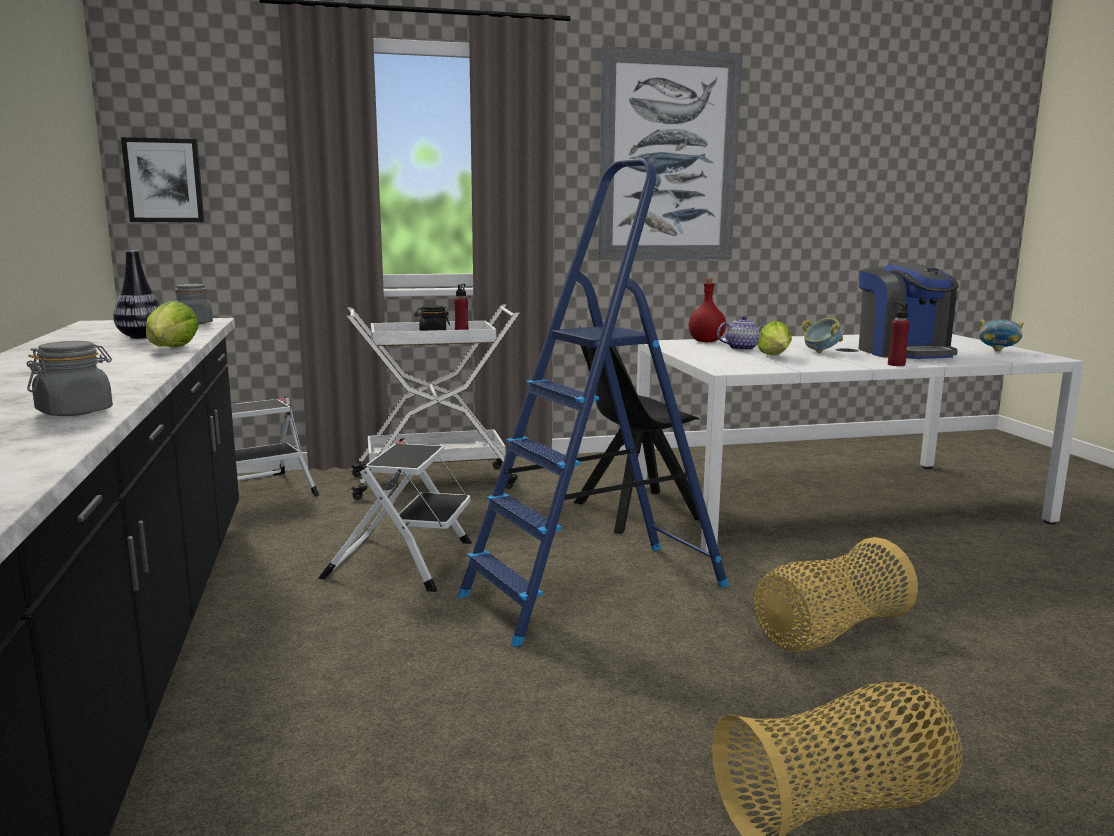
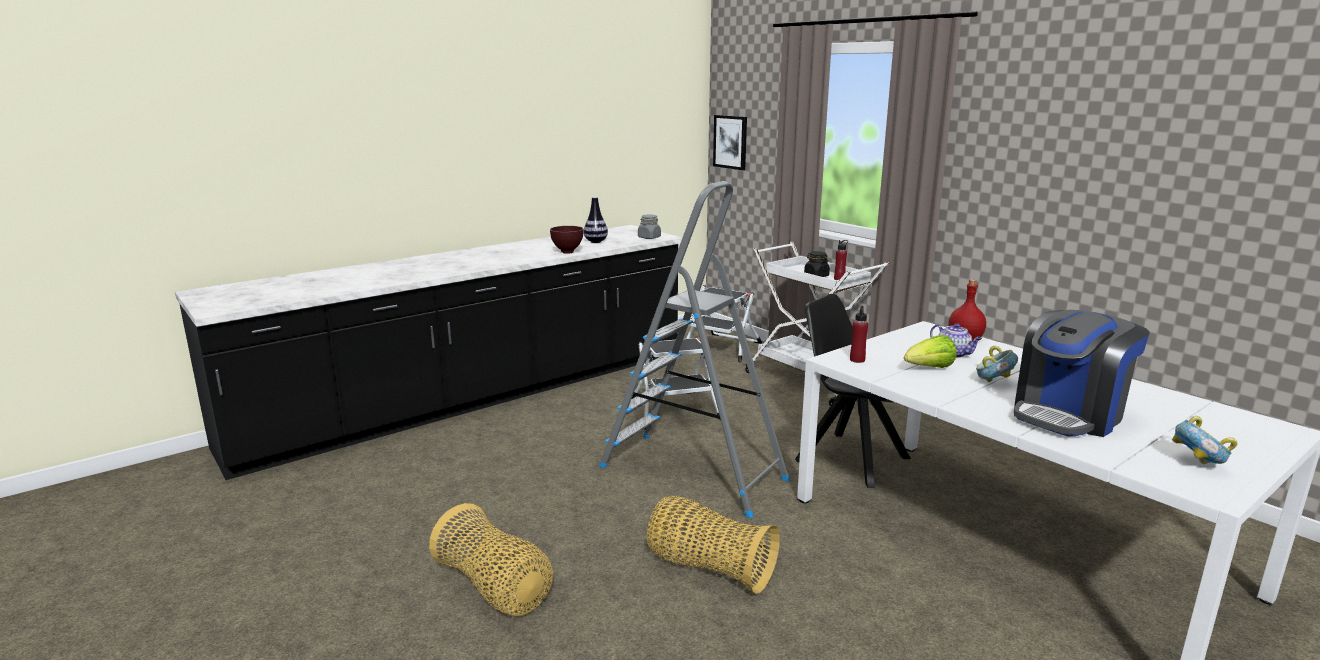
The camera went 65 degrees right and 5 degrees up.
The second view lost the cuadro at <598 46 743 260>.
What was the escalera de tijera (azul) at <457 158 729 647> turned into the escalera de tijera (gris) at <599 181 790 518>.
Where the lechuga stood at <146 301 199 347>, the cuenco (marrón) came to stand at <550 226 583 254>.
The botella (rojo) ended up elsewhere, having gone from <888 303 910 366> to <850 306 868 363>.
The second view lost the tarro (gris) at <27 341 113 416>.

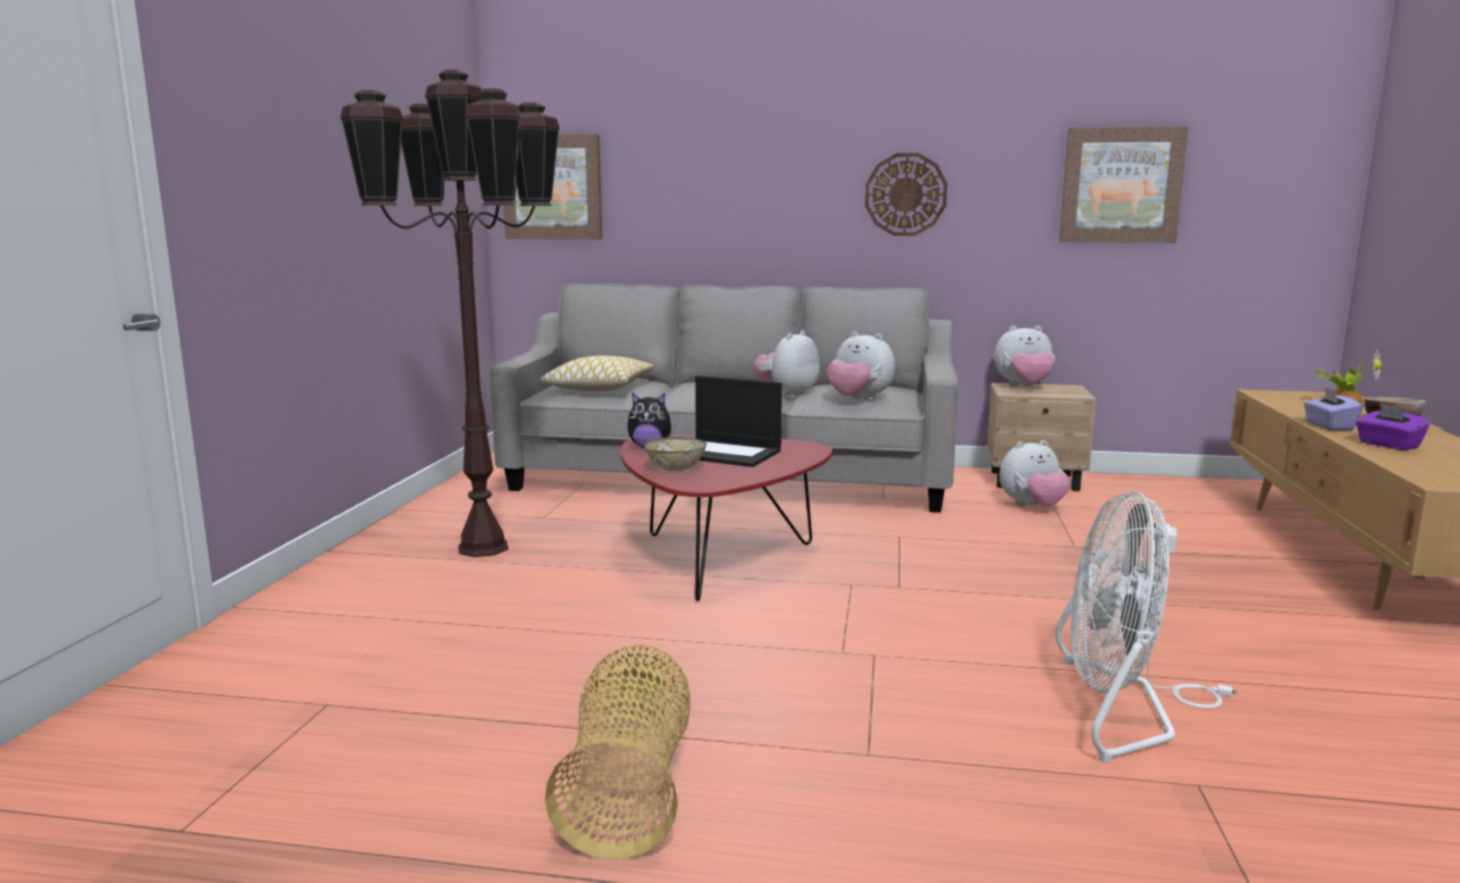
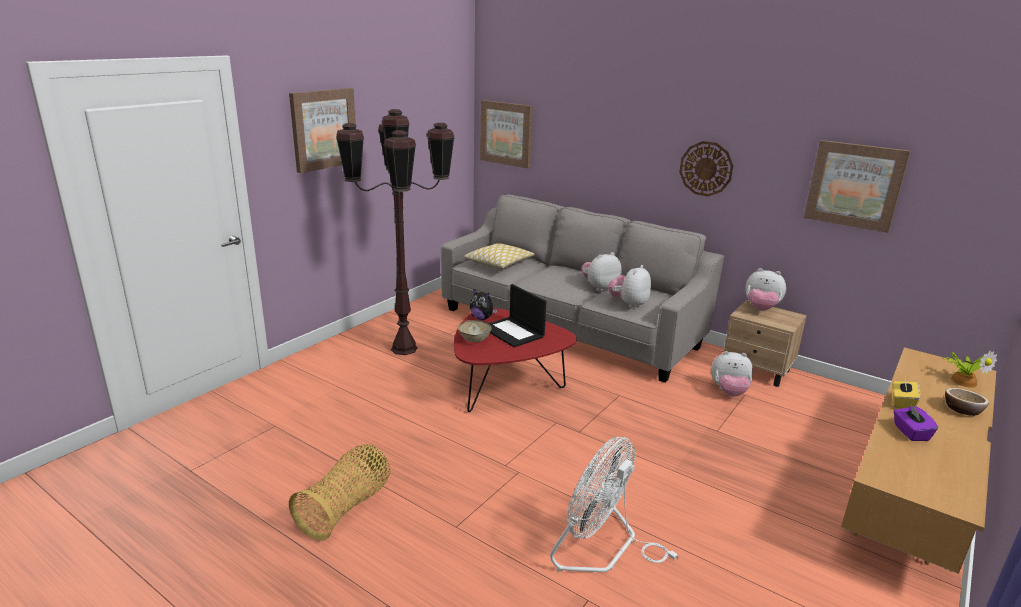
The camera went 25 degrees right and 10 degrees up.
The peluche at <827 332 895 400> ended up facing another way, 60 degrees clockwise from before.
What was the caja de pañuelos (morado) at <1304 387 1363 430> turned into the caja de pañuelos (amarillo) at <893 376 920 409>.
The second view gained the cuadro at <289 88 356 173>.

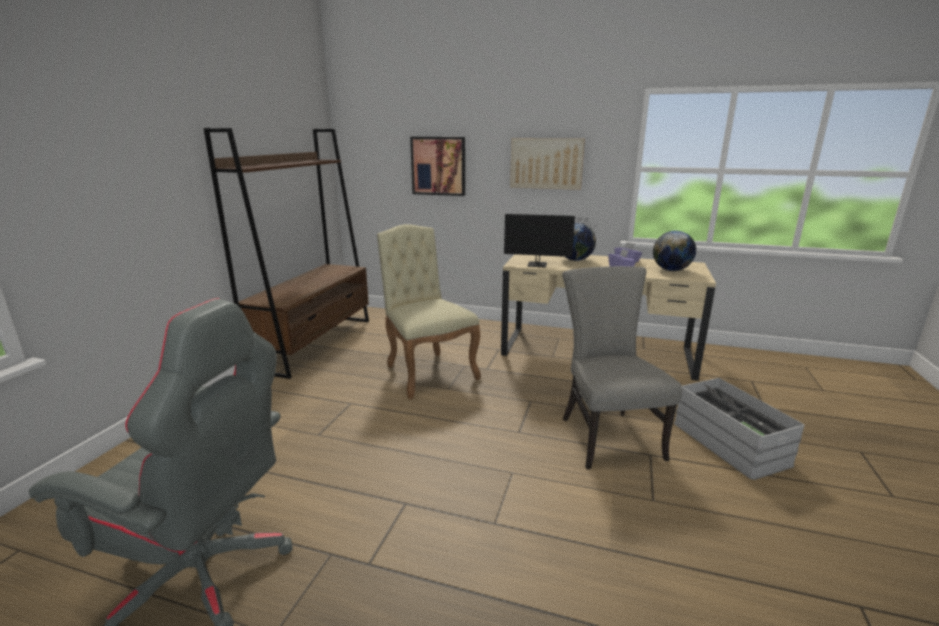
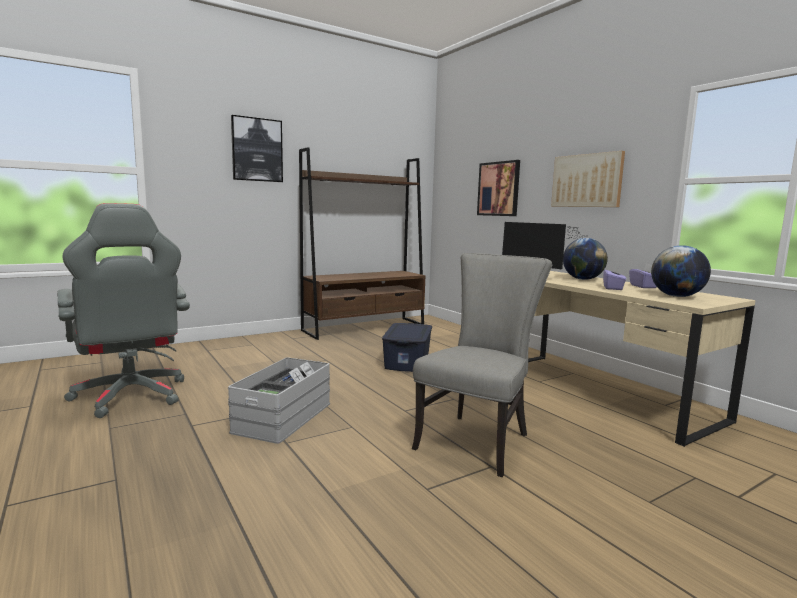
The camera went 40 degrees right and 10 degrees down.
Where the silla (beis) stood at <377 224 481 399>, the caja de almacenaje (azul) came to stand at <382 323 432 372>.
The caja de almacenaje (gris) ended up elsewhere, having gone from <674 378 804 480> to <228 357 330 444>.
The second view gained the cuadro at <231 115 283 182>.

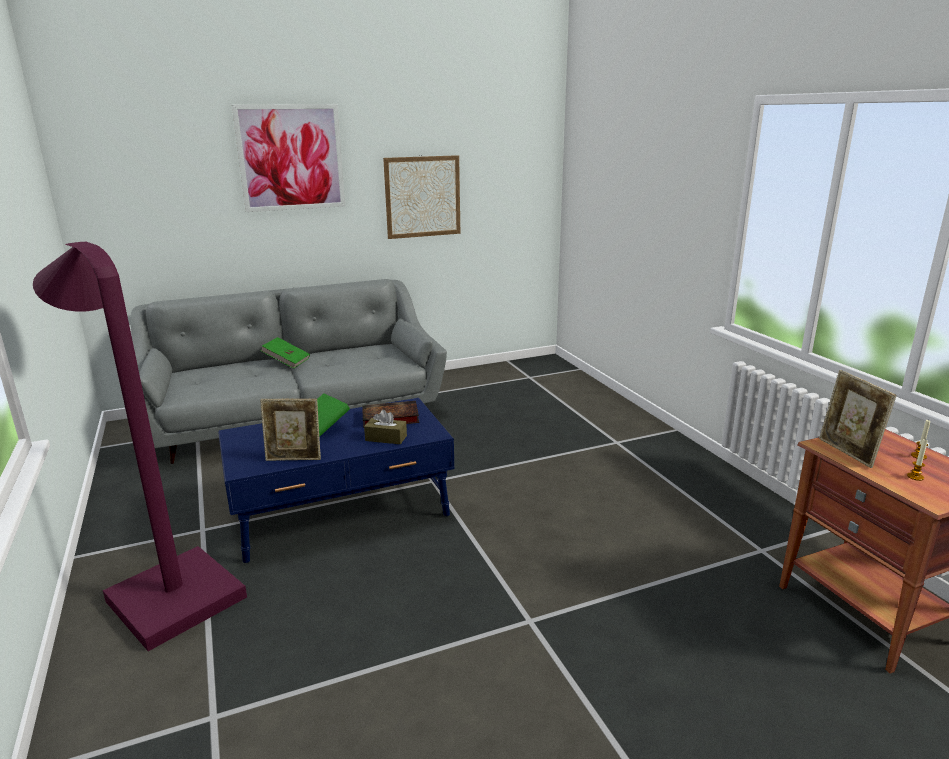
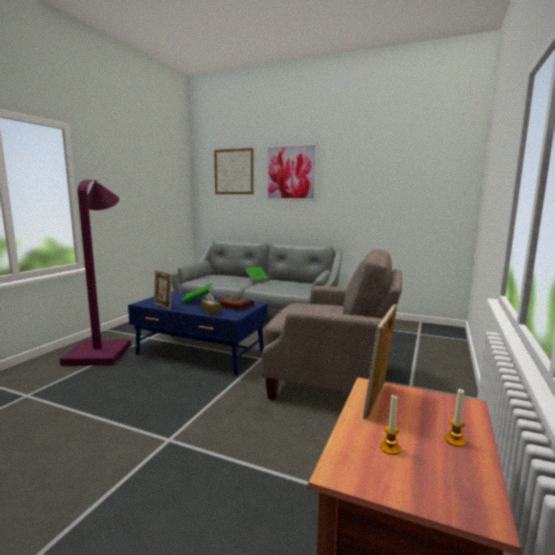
The camera went 45 degrees right and 10 degrees down.
The cuadro ended up elsewhere, having gone from <383 154 460 239> to <214 148 254 194>.
The second view gained the sillón (beis) at <261 249 402 400>.

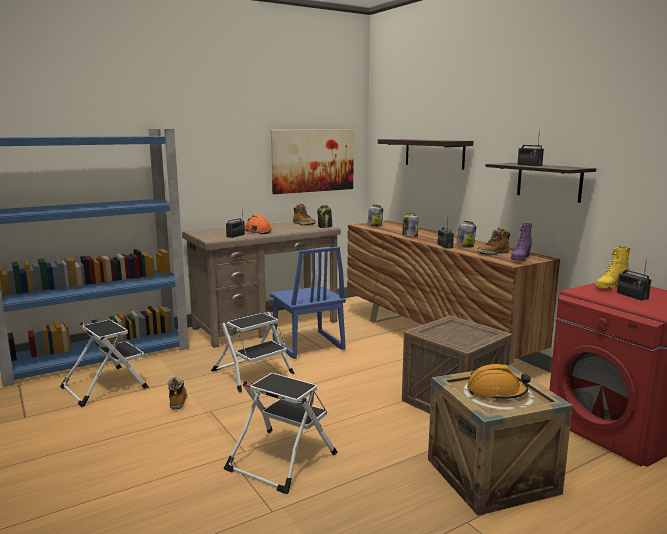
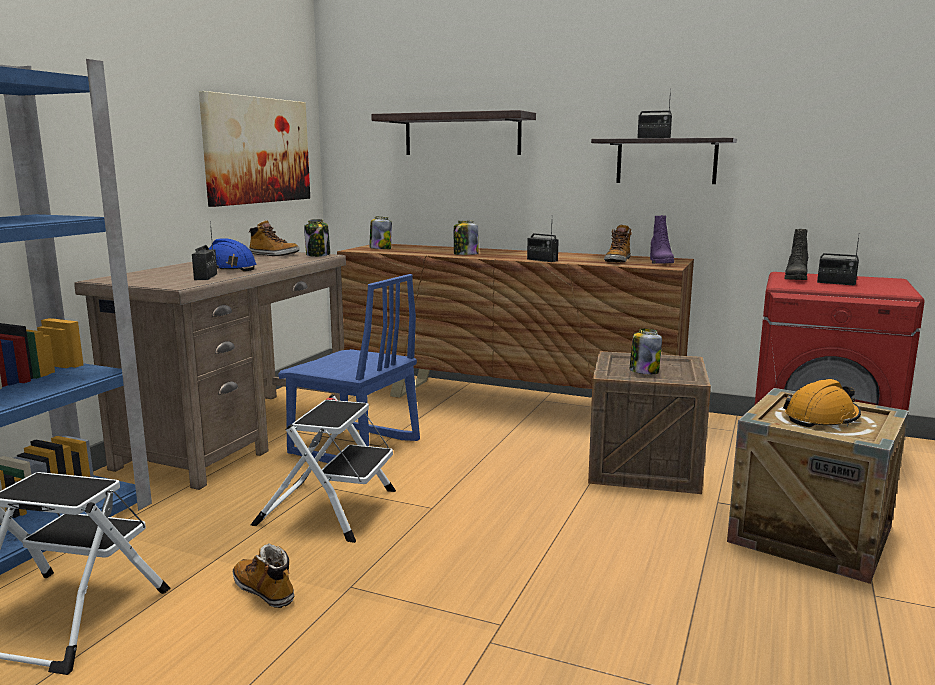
The camera went 35 degrees left and 0 degrees up.
What was the casco (naranja) at <245 215 272 234> turned into the casco (azul) at <198 239 256 272>.
The tarro ended up elsewhere, having gone from <456 221 476 248> to <629 328 662 374>.
What was the bota (amarillo) at <595 246 630 289> turned into the bota (negro) at <785 229 808 280>.
The second view lost the escalera de tijera at <224 373 338 494>.

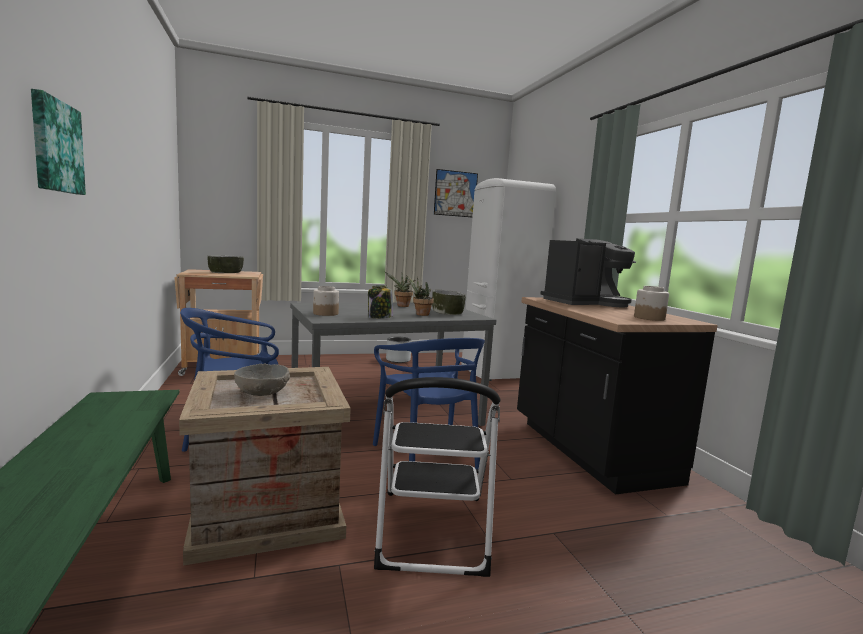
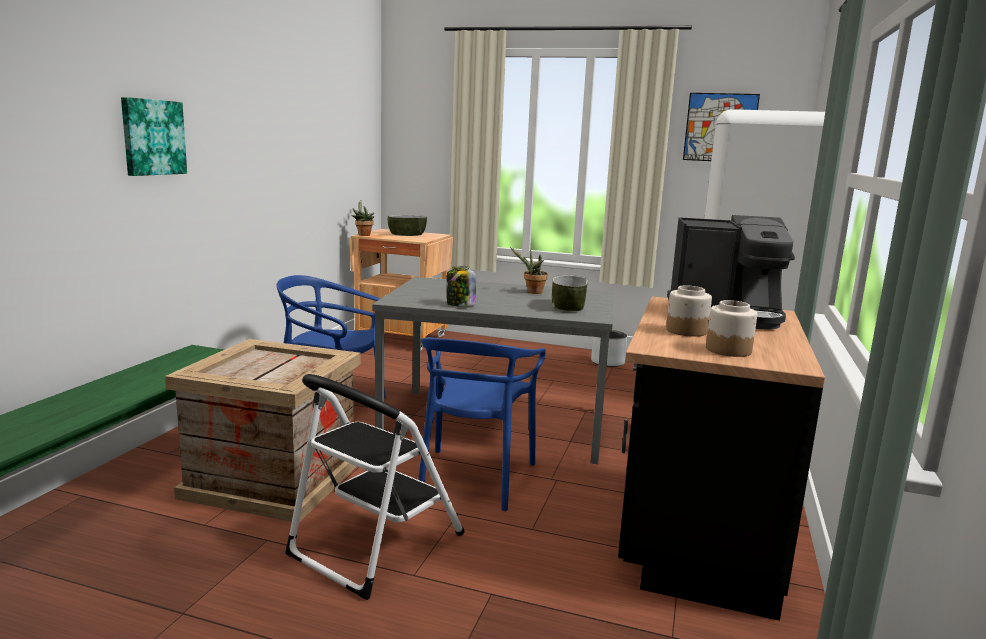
The camera went 35 degrees right and 5 degrees up.
The planta en maceta ended up elsewhere, having gone from <406 275 434 316> to <351 200 374 236>.
The tarro ended up elsewhere, having gone from <313 286 339 316> to <666 286 712 337>.
The second view lost the cuenco (gris) at <234 364 290 396>.

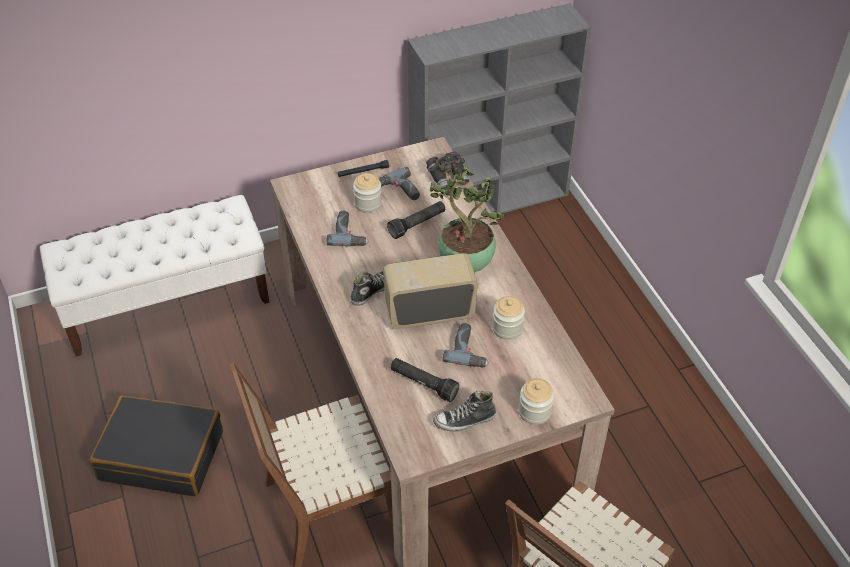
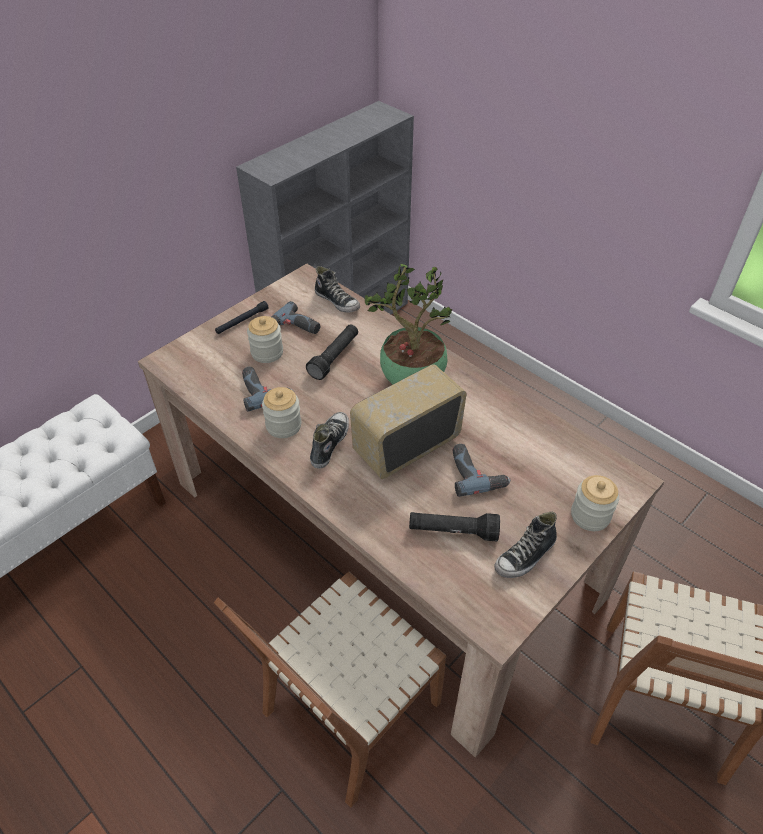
The camera went 25 degrees left and 0 degrees up.
Where the prismáticos (gris) stood at <426 151 469 190>, the zapato came to stand at <315 266 360 312>.
The tarro ended up elsewhere, having gone from <492 296 525 340> to <262 387 301 438>.
The second view lost the maleta (negro) at <89 395 223 497>.

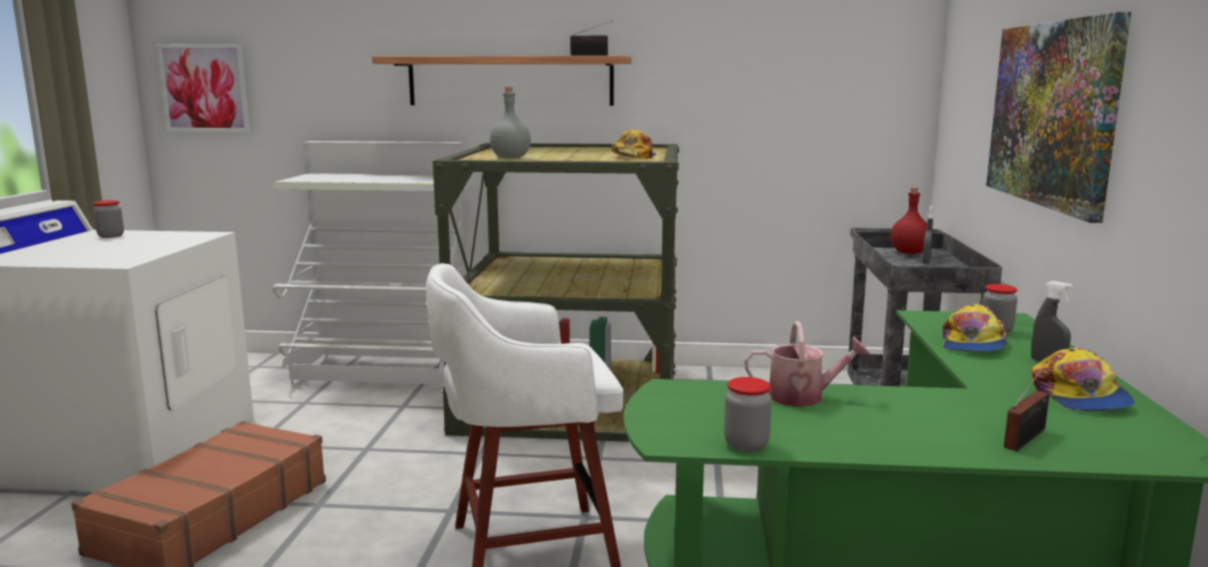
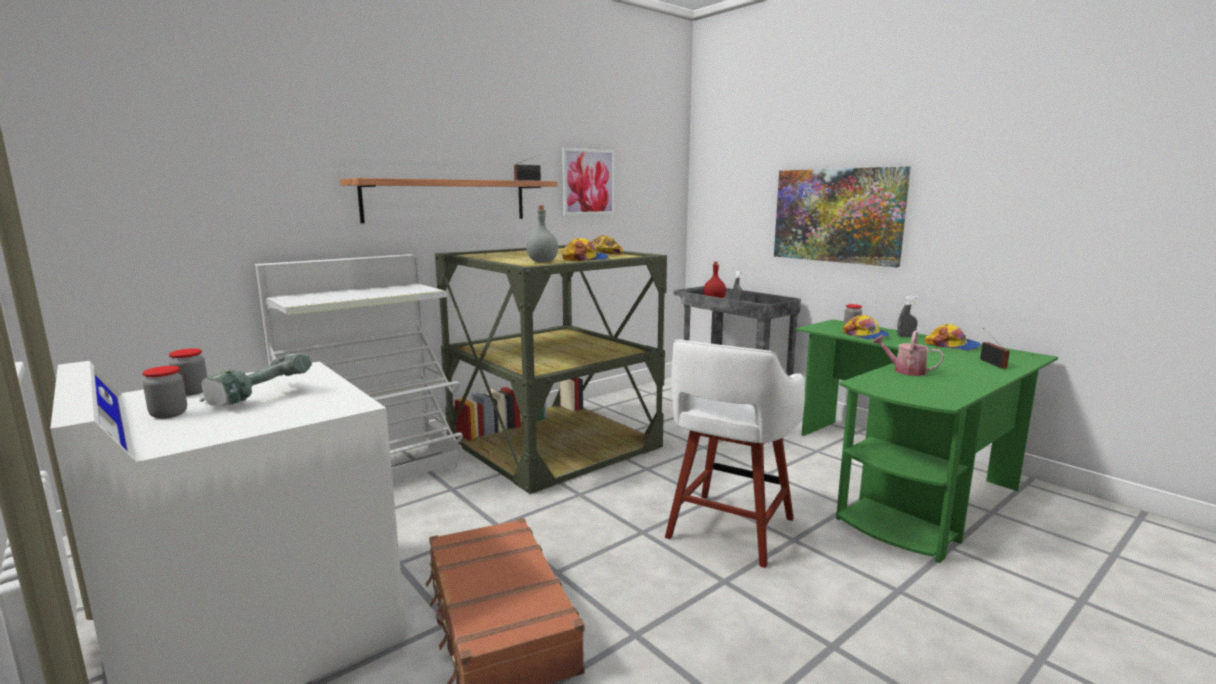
The camera went 45 degrees left and 0 degrees up.
The cuadro ended up elsewhere, having gone from <157 44 250 132> to <562 148 615 215>.
The regadera at <745 321 870 407> ended up facing another way, 105 degrees counterclockwise from before.
The tarro ended up elsewhere, having gone from <724 377 772 452> to <142 366 187 419>.
The second view gained the gorra at <562 238 608 261>.
The second view gained the taladro at <200 353 312 406>.

